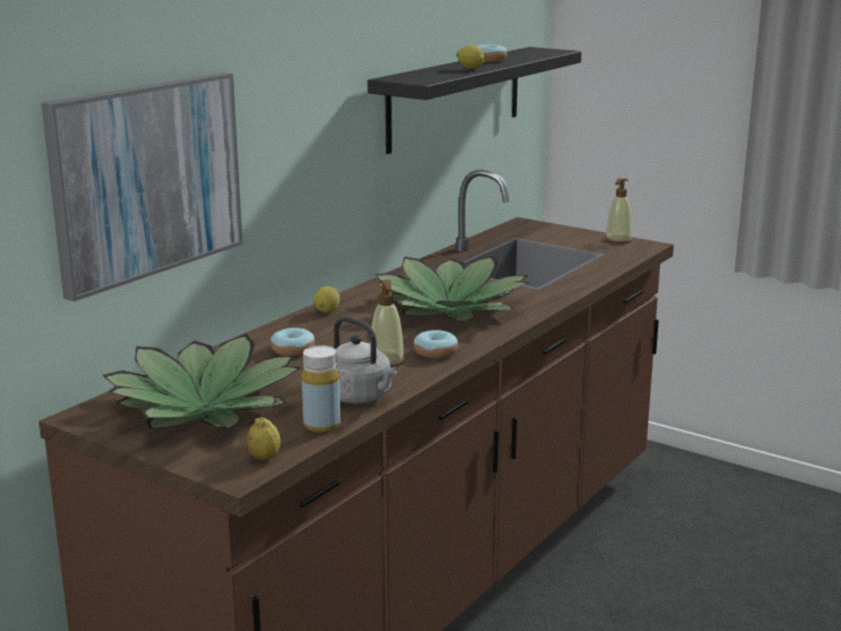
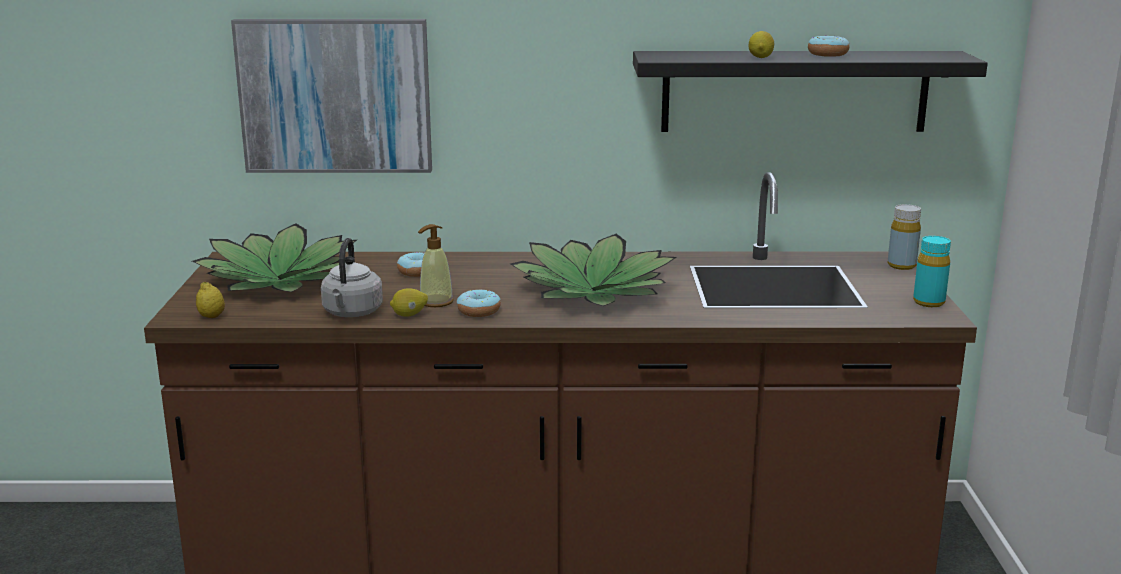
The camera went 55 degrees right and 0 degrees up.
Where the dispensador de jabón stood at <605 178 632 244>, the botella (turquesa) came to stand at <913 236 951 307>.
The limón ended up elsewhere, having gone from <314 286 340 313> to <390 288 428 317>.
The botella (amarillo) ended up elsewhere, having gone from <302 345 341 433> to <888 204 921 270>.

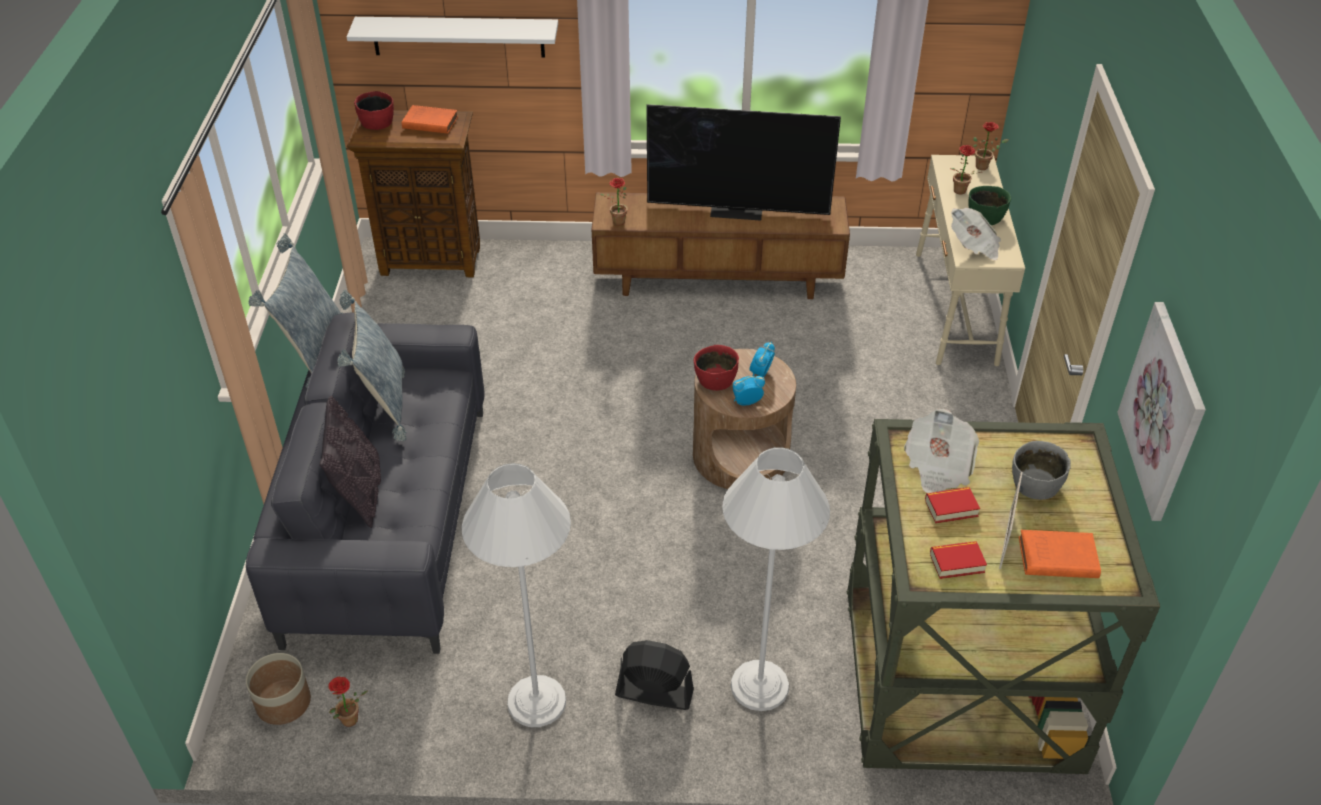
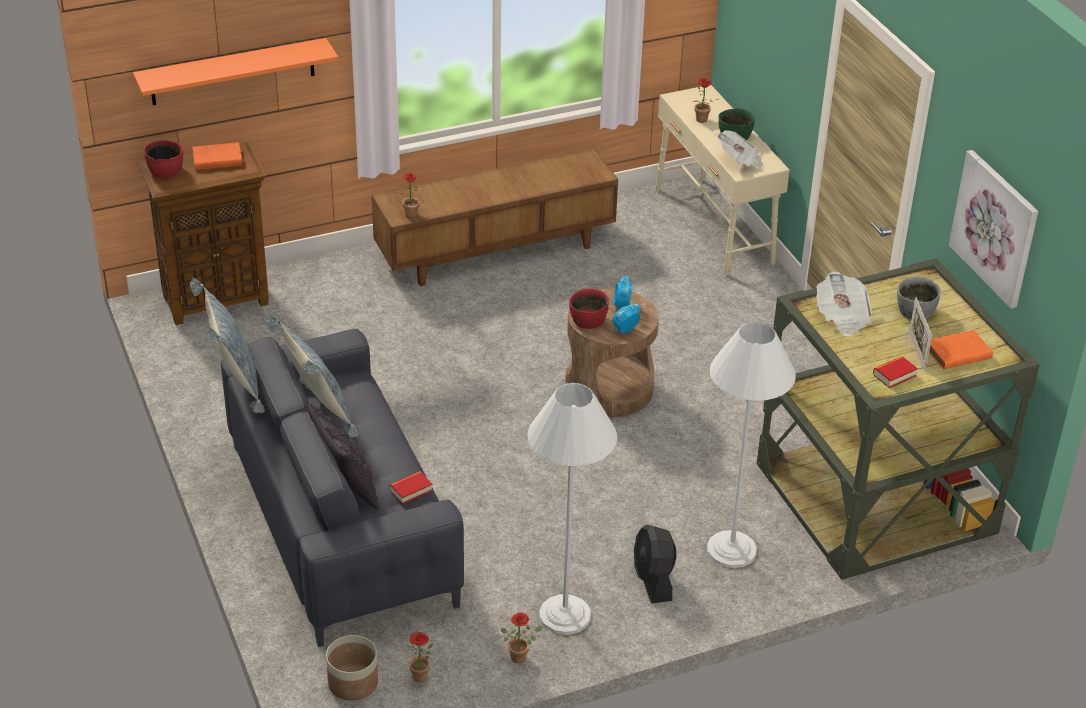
The camera went 25 degrees left and 5 degrees down.
What was the estante (blanco) at <347 17 558 58> turned into the estante (naranja) at <133 38 338 105>.
The second view lost the televisor at <646 104 841 220>.
The planta en maceta ended up elsewhere, having gone from <973 122 1008 170> to <501 612 543 663>.
The libro ended up elsewhere, having gone from <925 487 980 523> to <390 471 433 504>.
The ventilador (negro) at <615 640 694 710> ended up facing another way, 90 degrees counterclockwise from before.

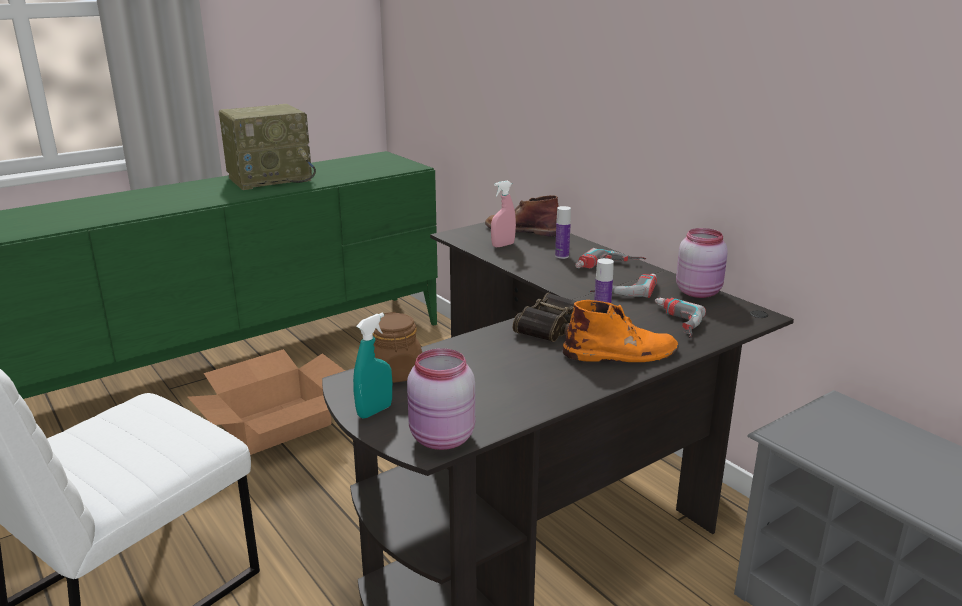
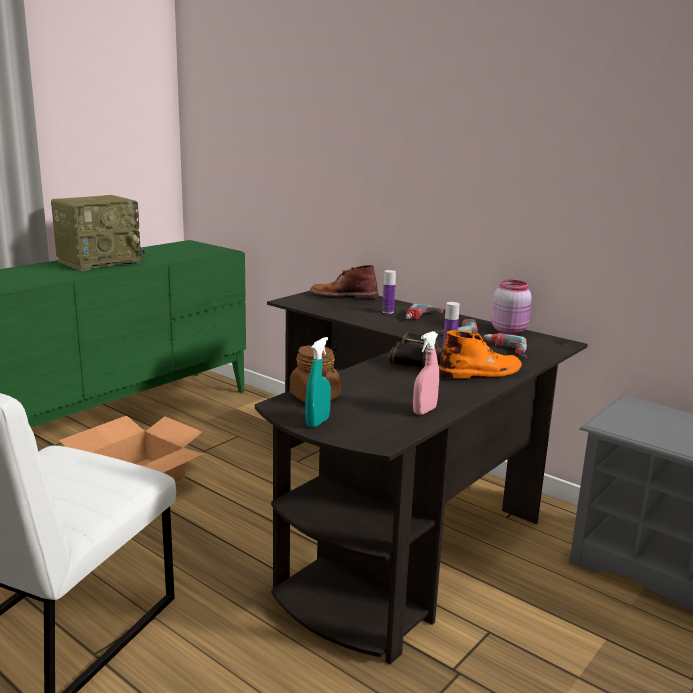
The camera went 15 degrees left and 5 degrees down.
The pulverizador (rosa) ended up elsewhere, having gone from <491 181 516 247> to <413 331 439 415>.
The second view lost the tarro (rosa) at <407 348 475 450>.

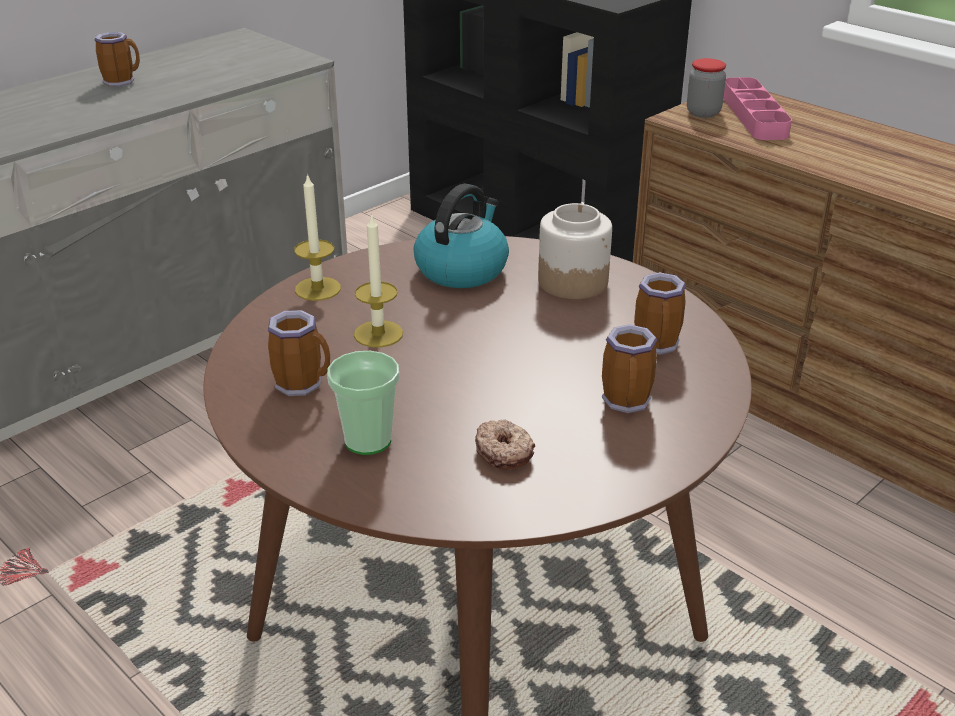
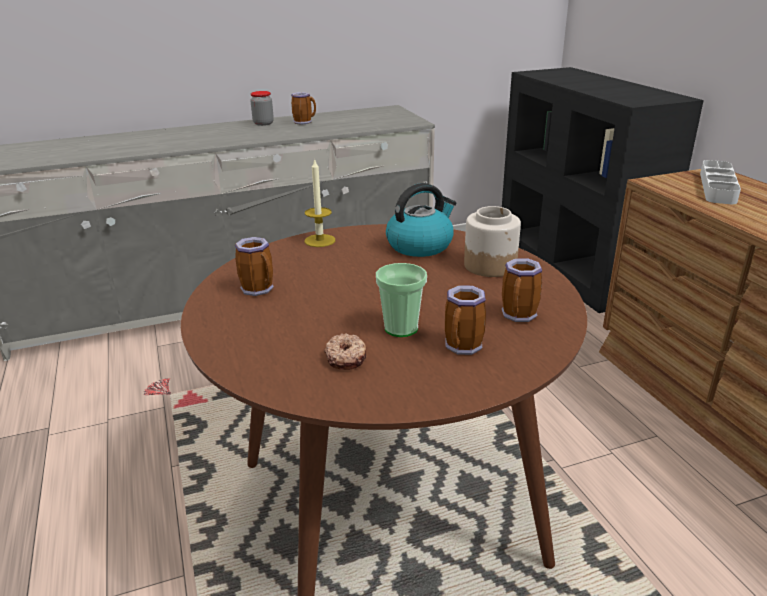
The camera went 25 degrees right and 5 degrees down.
The tarro ended up elsewhere, having gone from <687 58 726 118> to <250 91 274 126>.
What was the bandeja (rosa) at <723 77 792 140> turned into the bandeja (gris) at <700 160 741 204>.
The second view lost the vela at <354 213 403 347>.
The taza ended up elsewhere, having gone from <327 351 399 455> to <376 263 427 337>.

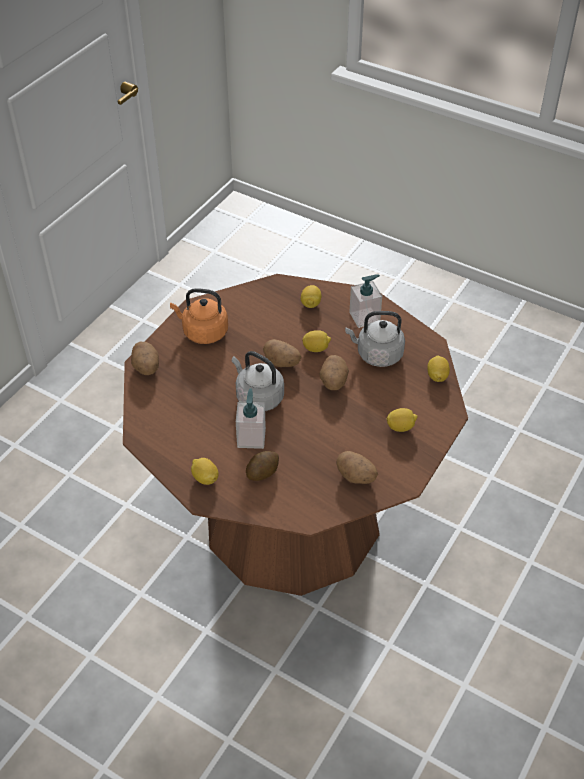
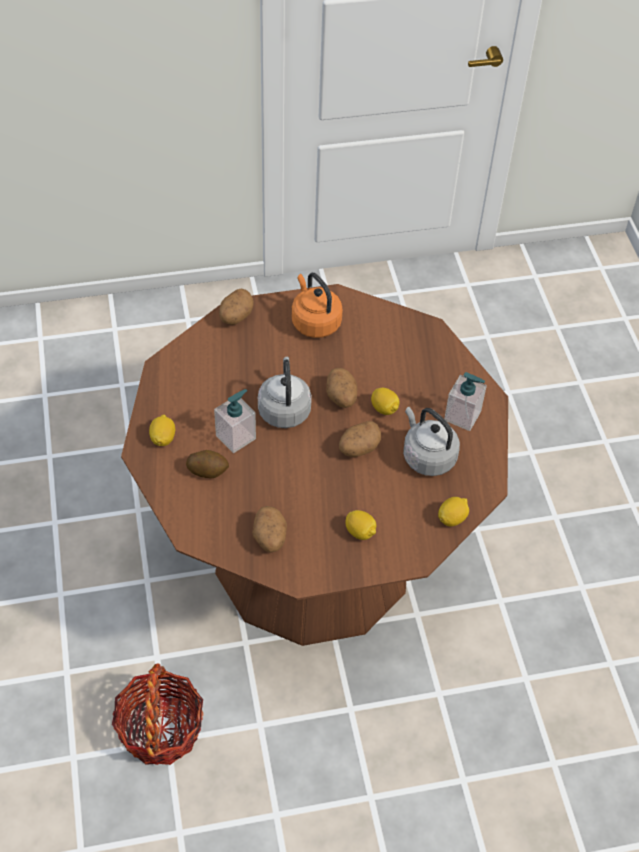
The camera went 45 degrees right and 5 degrees up.
The second view lost the limón at <301 285 321 308>.
The second view gained the cesta at <112 663 204 765>.

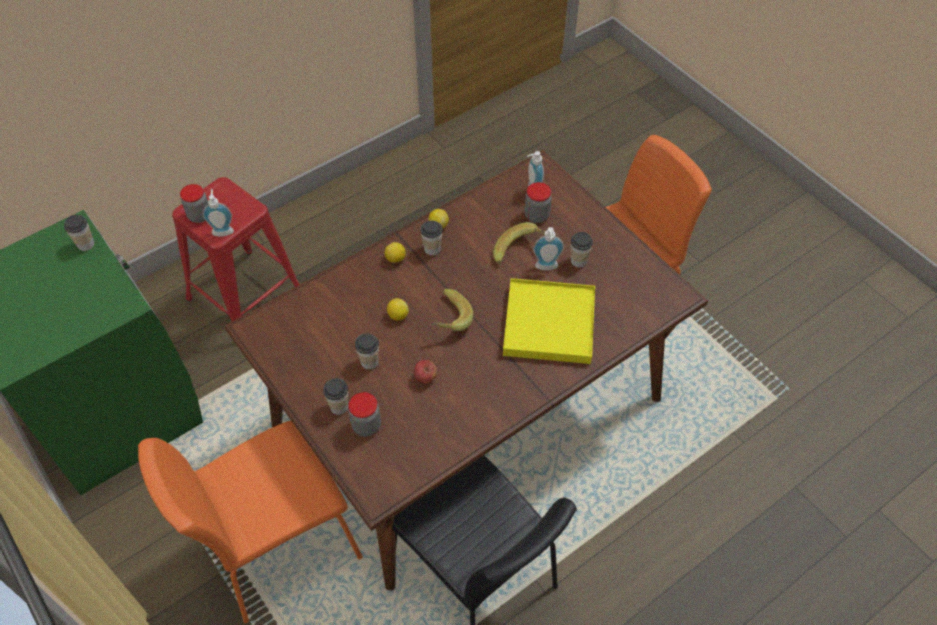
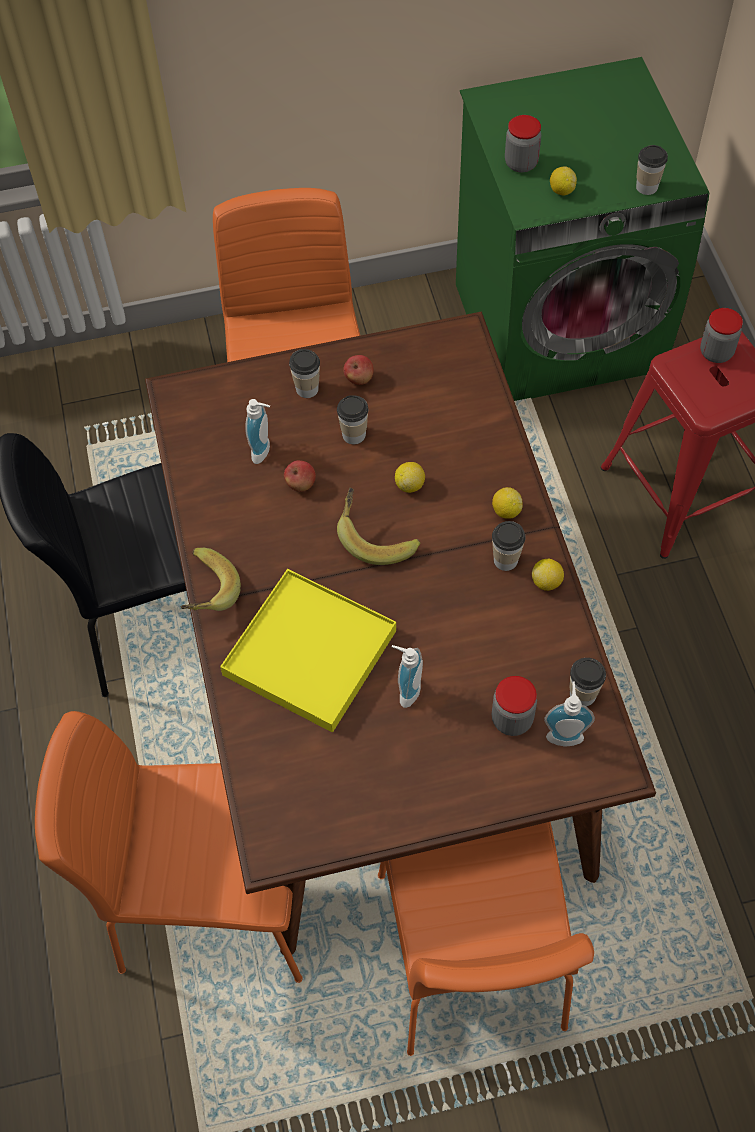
The camera went 115 degrees right and 5 degrees up.
The dispensador de jabón ended up elsewhere, having gone from <202 189 234 237> to <245 399 270 464>.
The plátano ended up elsewhere, having gone from <493 222 546 264> to <181 548 241 611>.
The taza ended up elsewhere, having gone from <571 232 593 267> to <570 658 606 706>.
The tarro ended up elsewhere, having gone from <348 392 381 437> to <505 115 541 173>.
The second view gained the limón at <550 166 577 195>.
The second view gained the manzana at <343 355 374 385>.
The second view gained the silla (naranja) at <35 711 303 983>.

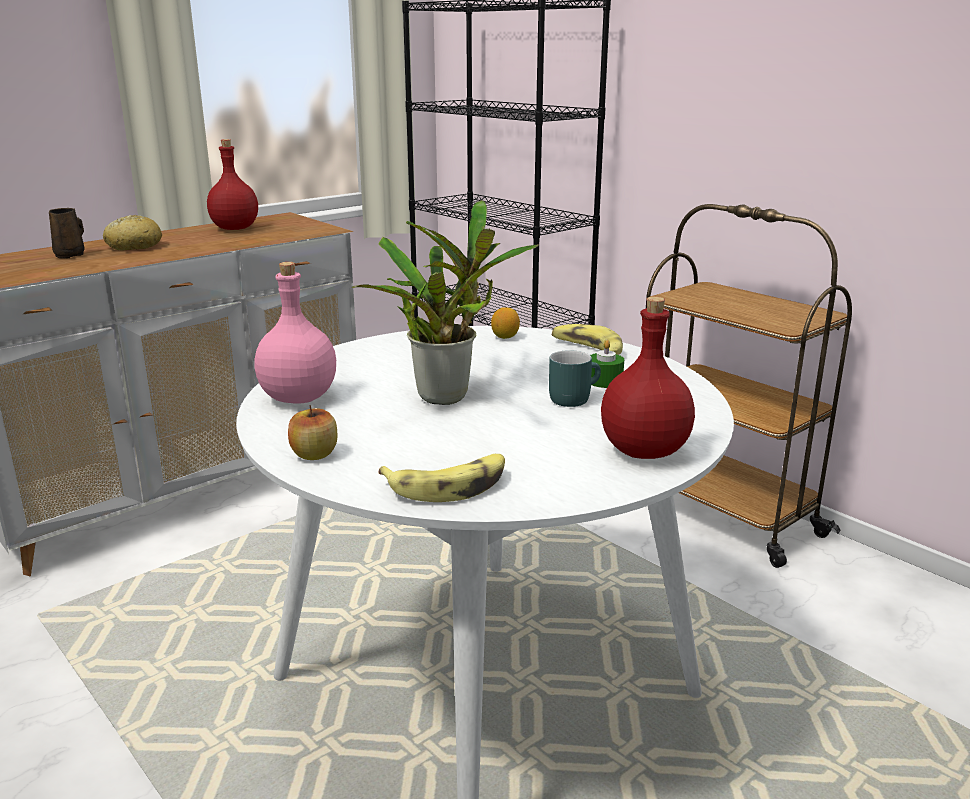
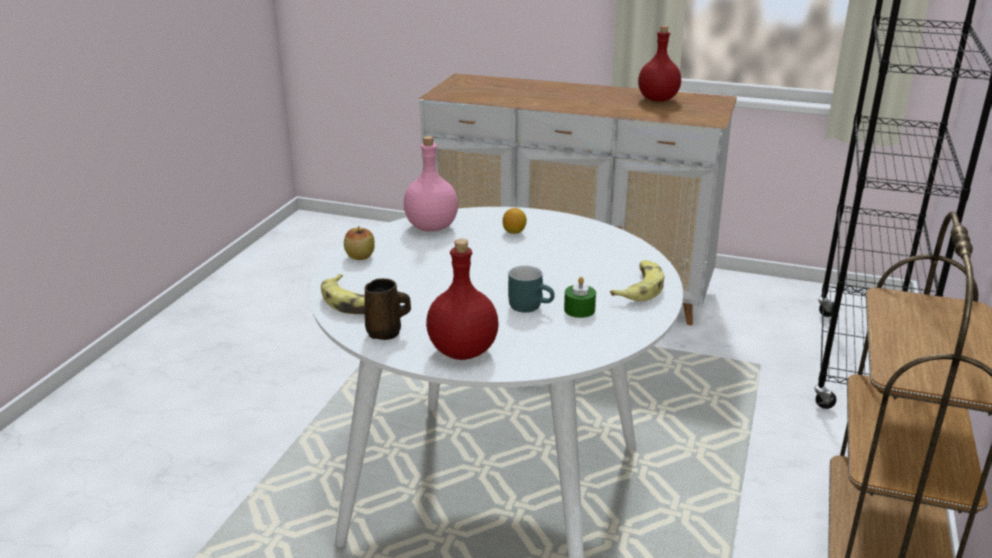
The camera went 60 degrees right and 5 degrees up.
The second view lost the planta en maceta at <351 200 539 405>.
The taza grande (marrón) ended up elsewhere, having gone from <49 208 84 259> to <365 278 411 340>.
The second view lost the pan at <103 215 162 250>.
The limón ended up elsewhere, having gone from <491 307 520 339> to <503 208 527 234>.

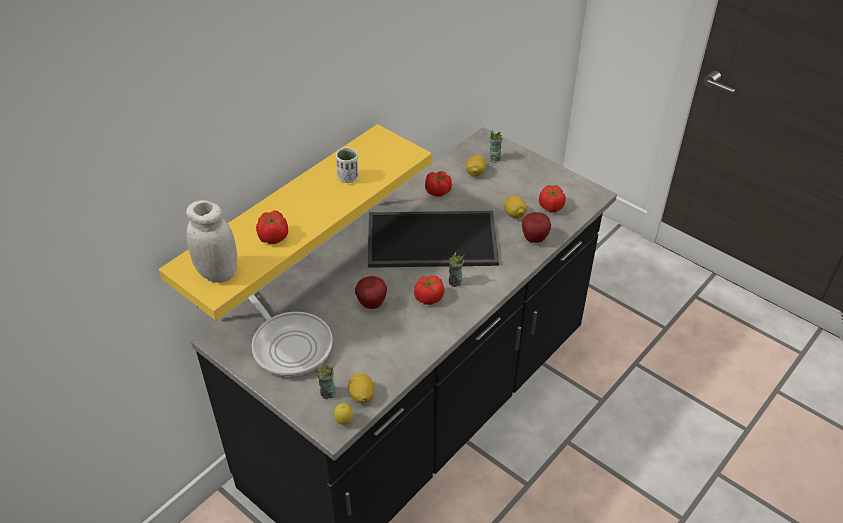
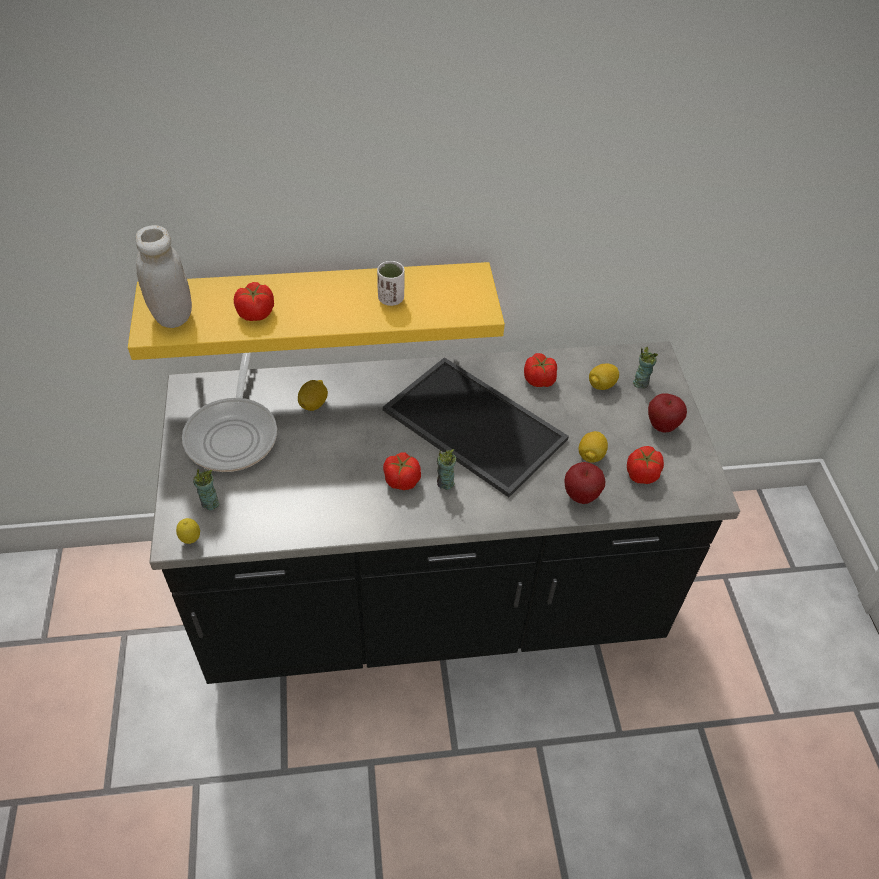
The camera went 40 degrees right and 5 degrees up.
The manzana ended up elsewhere, having gone from <355 276 387 309> to <648 394 687 433>.
The limón ended up elsewhere, having gone from <348 372 374 403> to <298 380 328 411>.

